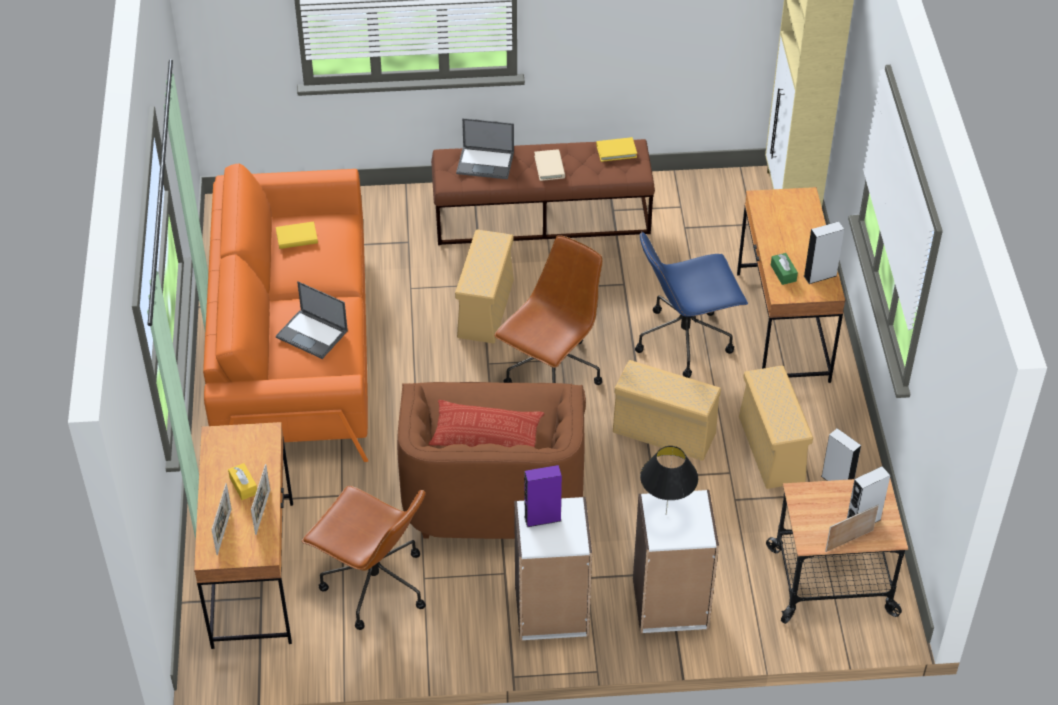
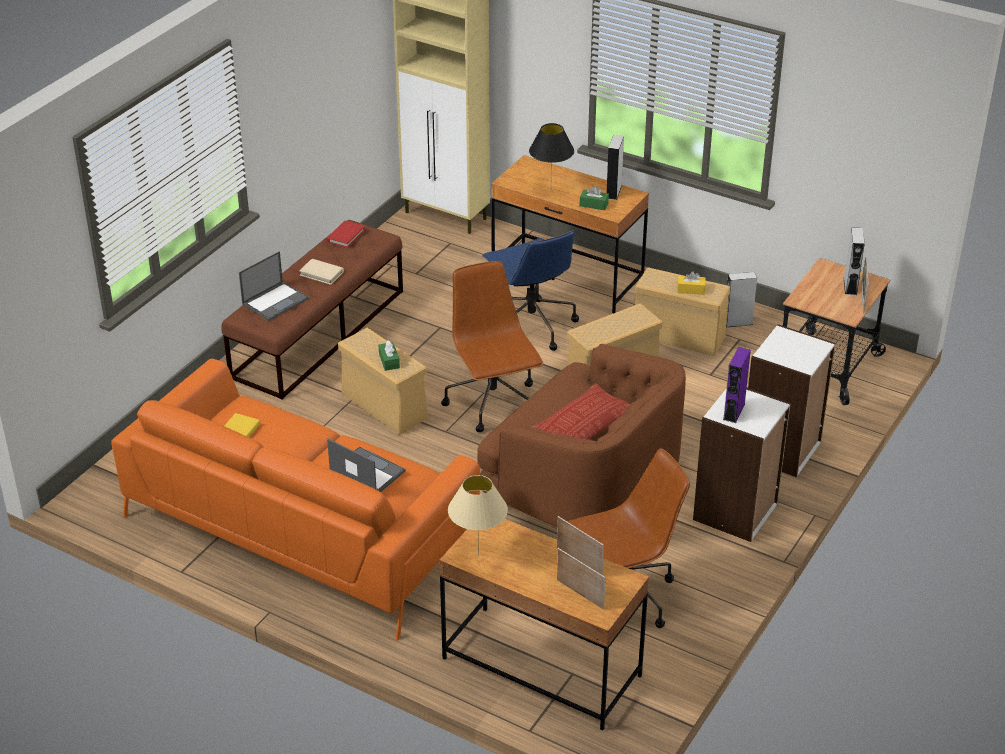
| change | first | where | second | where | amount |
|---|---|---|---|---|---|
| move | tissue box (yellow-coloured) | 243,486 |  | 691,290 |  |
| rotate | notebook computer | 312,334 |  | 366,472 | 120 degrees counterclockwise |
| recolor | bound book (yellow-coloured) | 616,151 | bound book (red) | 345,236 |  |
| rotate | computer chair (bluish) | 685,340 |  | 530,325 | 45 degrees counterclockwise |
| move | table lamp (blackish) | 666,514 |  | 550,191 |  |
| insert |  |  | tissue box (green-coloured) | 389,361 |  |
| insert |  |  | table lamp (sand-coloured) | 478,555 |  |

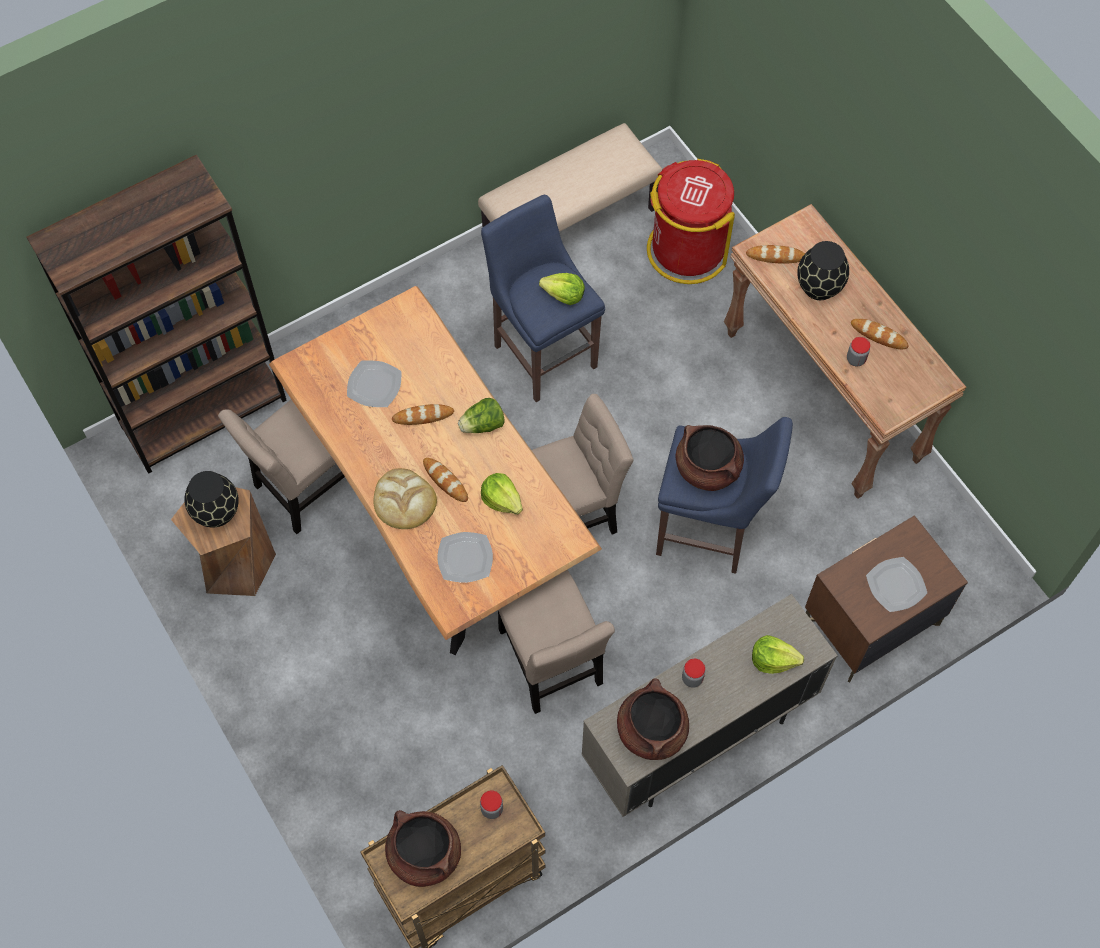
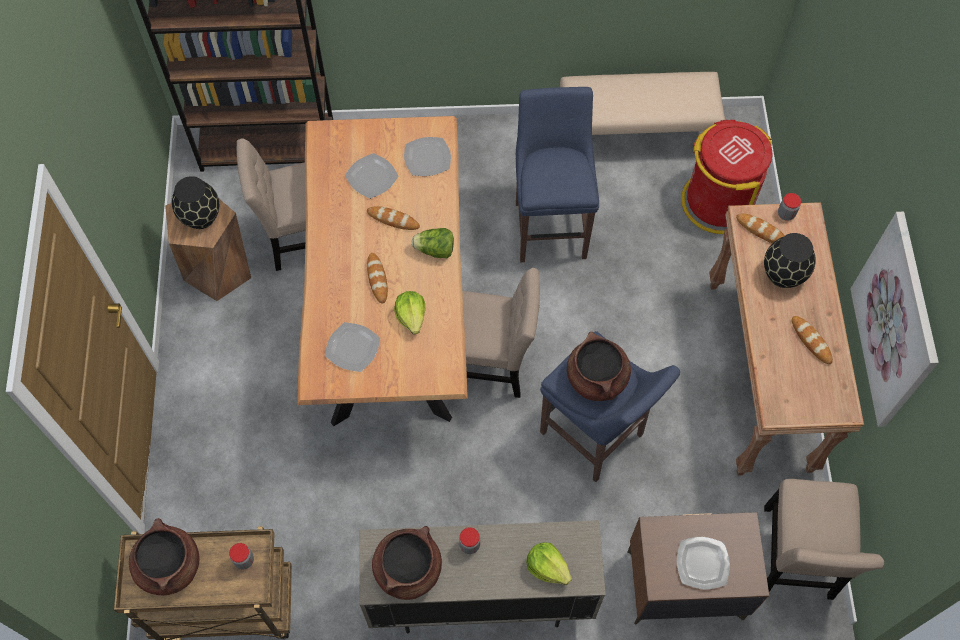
| change | first | where | second | where | amount |
|---|---|---|---|---|---|
| delete | bread | 404,501 |  |  |  |
| move | chair (sand-coloured) | 551,663 |  | 796,558 |  |
| delete | head of lettuce | 564,295 |  |  |  |
| move | preserve jar | 856,359 |  | 786,214 |  |
| insert |  |  | plate | 428,158 |  |
| insert |  |  | wall art | 895,322 |  |

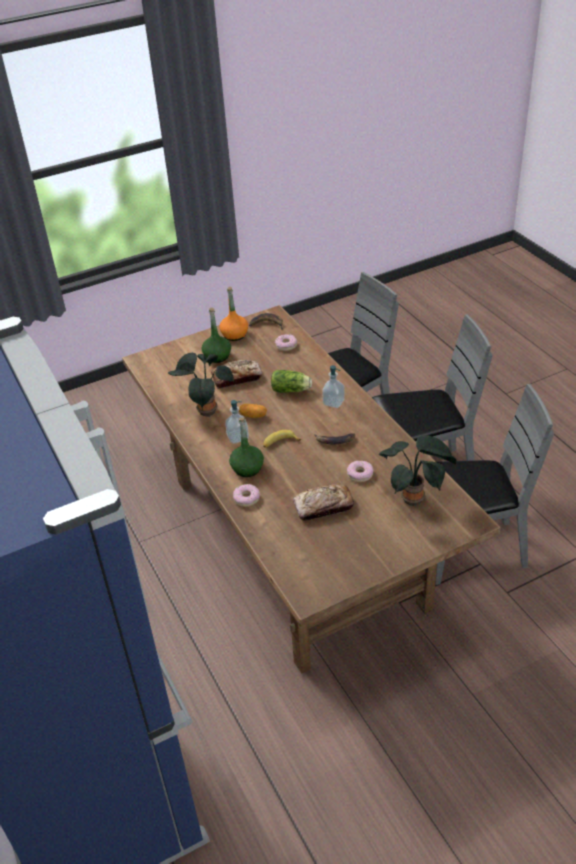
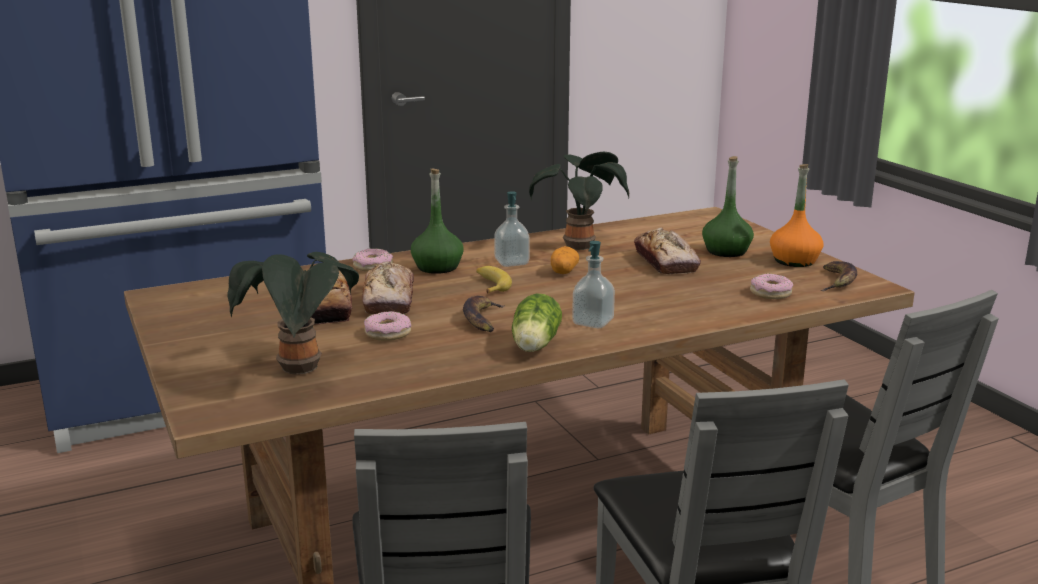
| change | first | where | second | where | amount |
|---|---|---|---|---|---|
| move | head of lettuce | 292,390 |  | 534,346 |  |
| insert |  |  | bread | 389,300 |  |

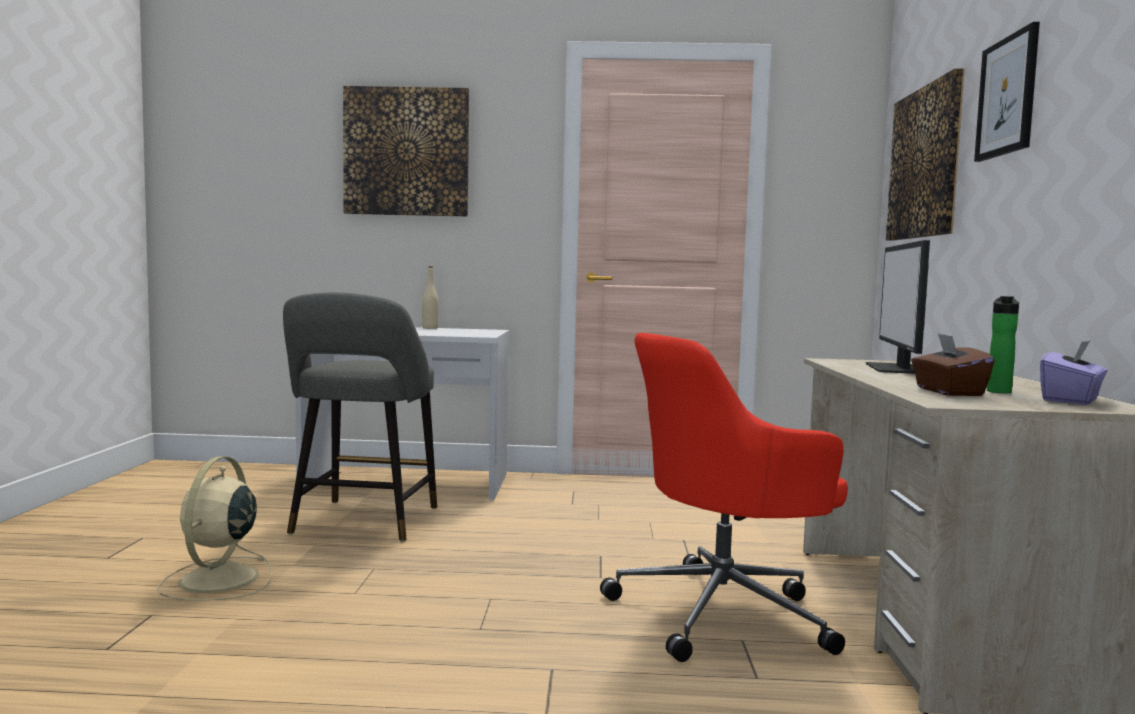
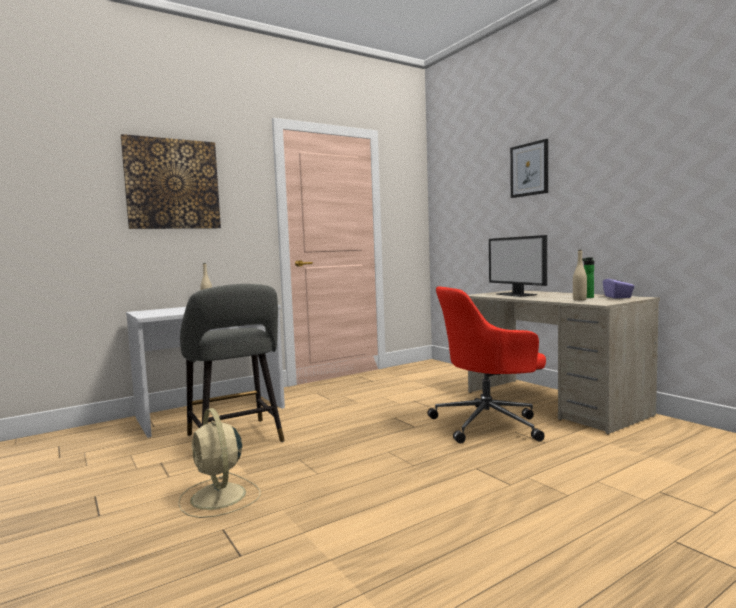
| change | first | where | second | where | amount |
|---|---|---|---|---|---|
| rotate | computer chair (red) | 724,612 |  | 488,424 | 45 degrees clockwise |
| delete | wall art | 925,163 |  |  |  |
| replace | tissue box (brown) | 948,392 | drink bottle (sand-coloured) | 579,300 |  |

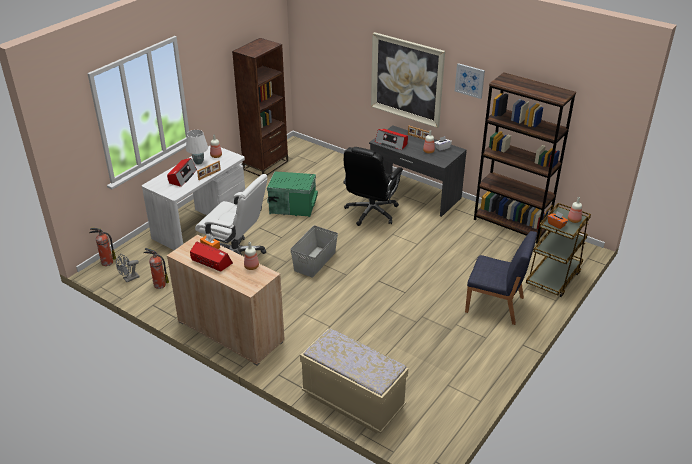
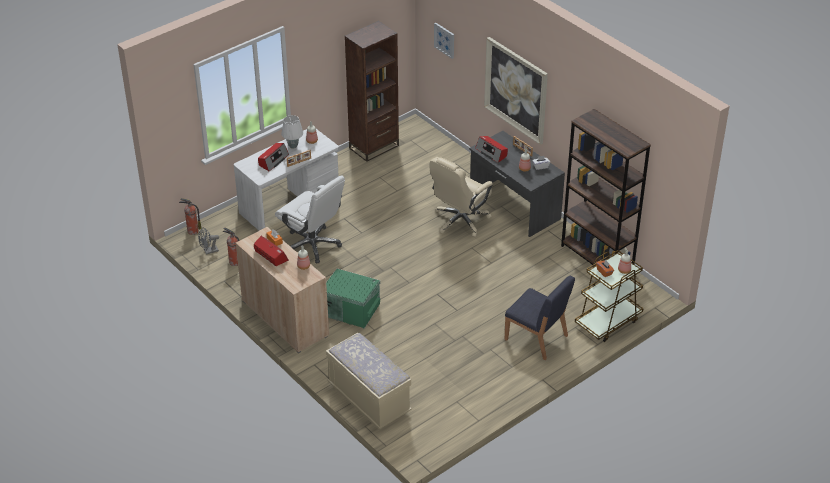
| change | first | where | second | where | amount |
|---|---|---|---|---|---|
| move | storage bin (green-coloured) | 292,205 |  | 351,309 |  |
| delete | storage bin (greyish) | 314,261 |  |  |  |
| recolor | computer chair (blackish) | 371,213 | computer chair (sand-coloured) | 460,220 |  |
| move | wall art | 470,80 |  | 444,40 |  |

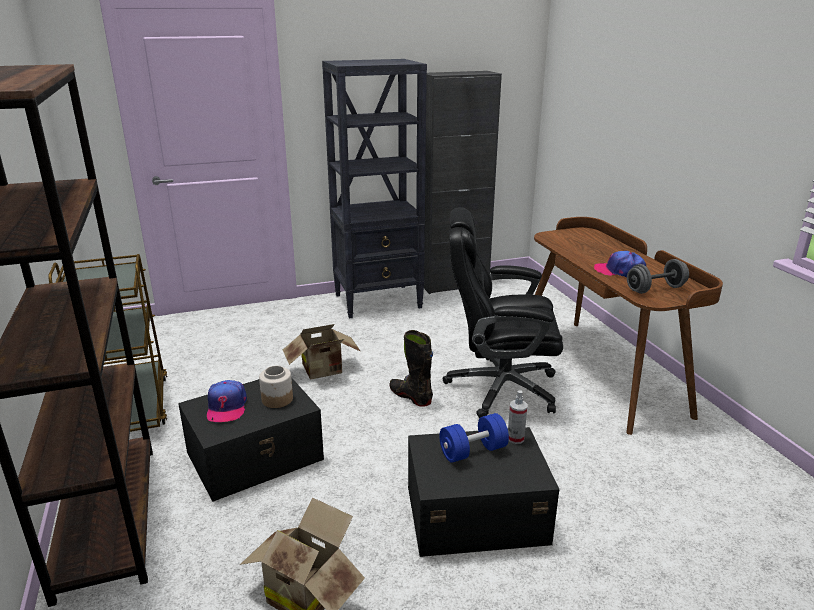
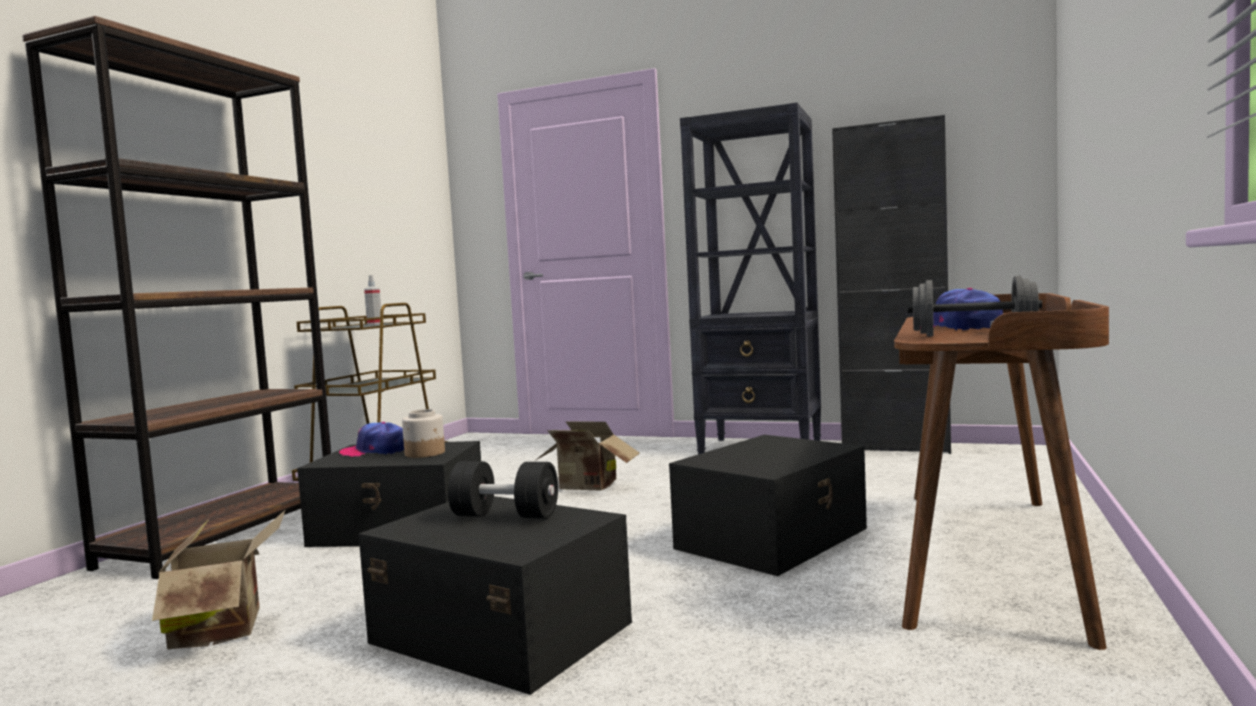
| change | first | where | second | where | amount |
|---|---|---|---|---|---|
| rotate | baseball cap | 226,407 |  | 376,451 | 60 degrees clockwise |
| delete | high-top boot (blackish) | 411,396 |  |  |  |
| recolor | free weight (bluish) | 473,451 | free weight (blackish) | 505,516 |  |
| replace | computer chair (blackish) | 499,388 | storage bin (blackish) | 773,538 |  |
| move | spray bottle | 515,438 |  | 374,324 |  |

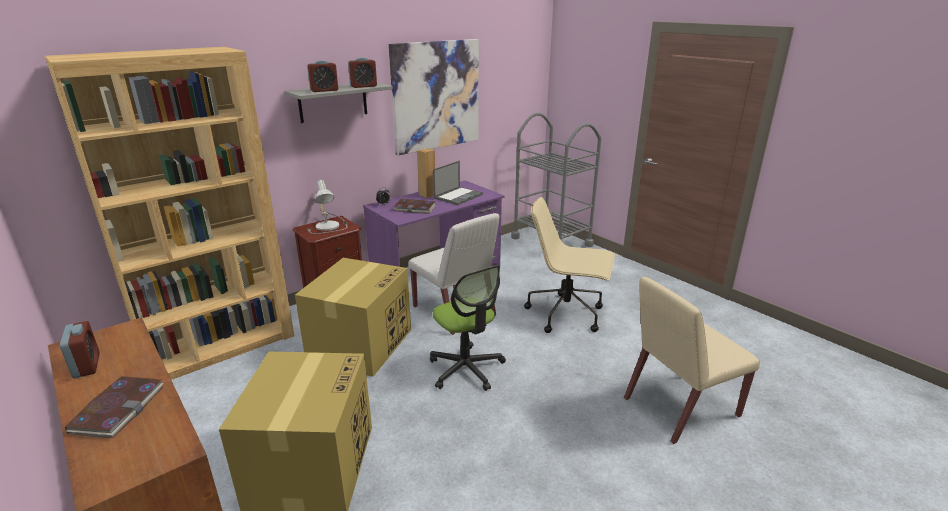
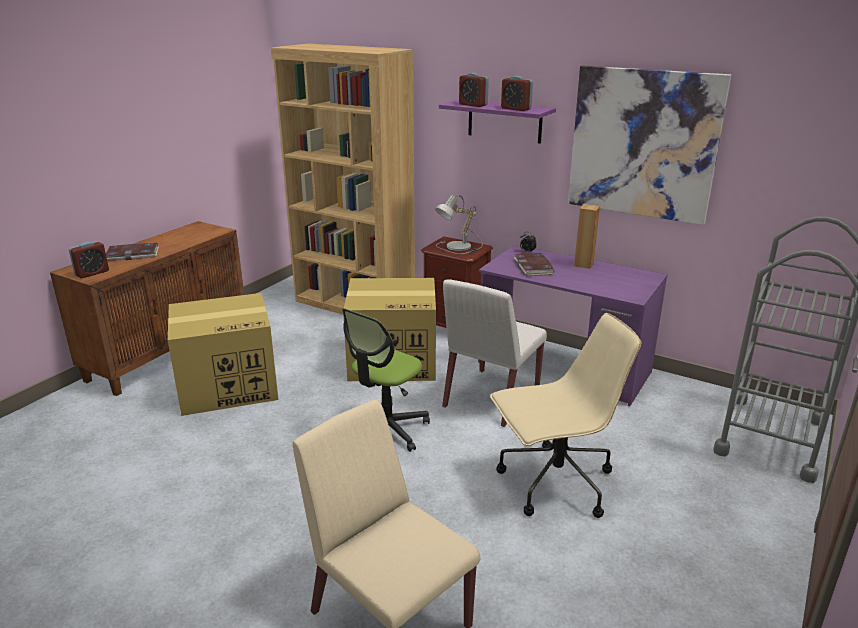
| change | first | where | second | where | amount |
|---|---|---|---|---|---|
| move | table clock | 87,366 |  | 92,273 |  |
| recolor | bracket shelf (greyish) | 333,102 | bracket shelf (purplish) | 504,121 |  |
| delete | notebook computer | 458,196 |  |  |  |
| rotate | computer chair (sand-coloured) | 567,314 |  | 554,484 | 75 degrees clockwise |

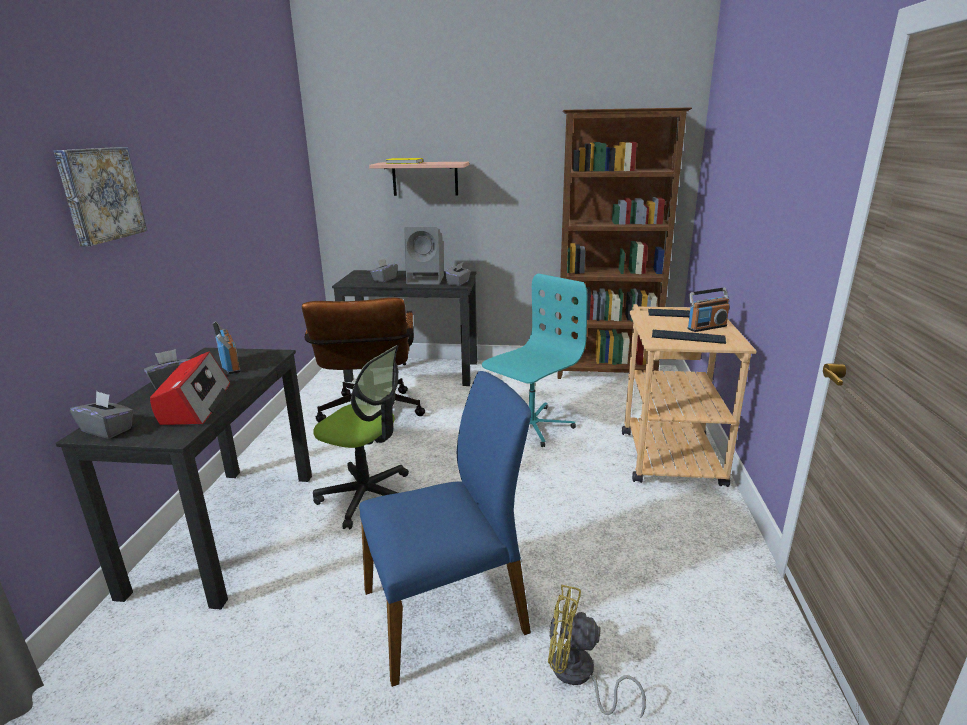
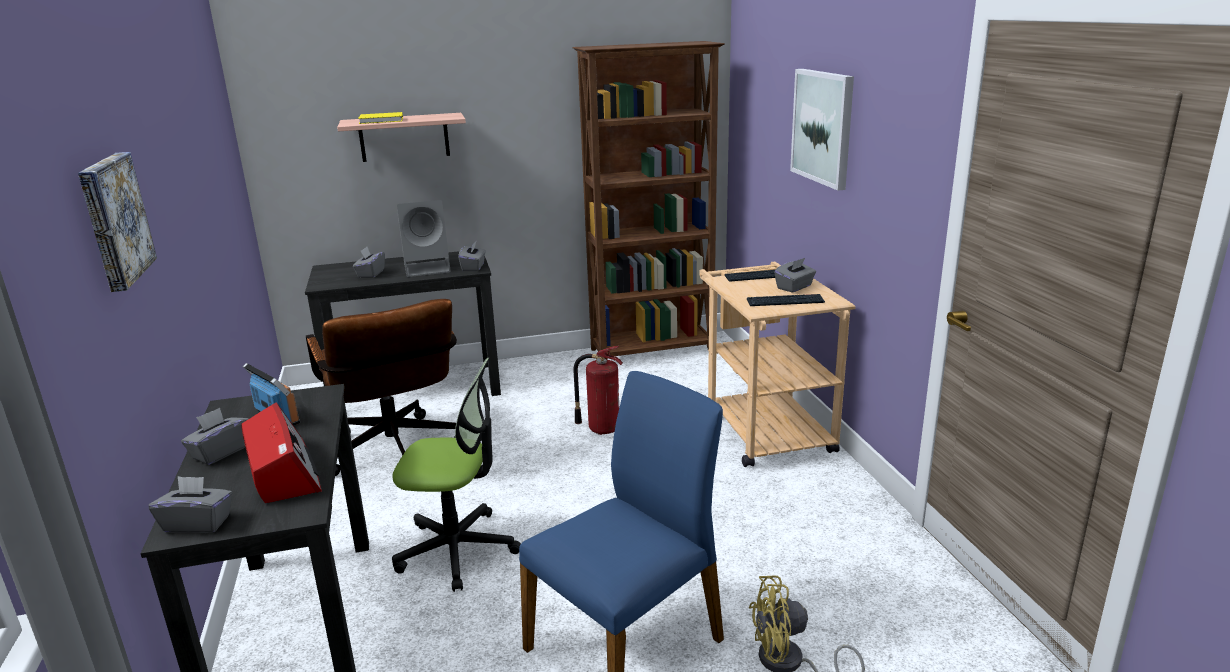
| change | first | where | second | where | amount |
|---|---|---|---|---|---|
| replace | computer chair (turquoise-coloured) | 530,426 | extinguisher | 602,428 |  |
| replace | radio set | 706,327 | tissue box (greyish) | 794,287 |  |
| insert |  |  | wall art | 823,127 |  |

